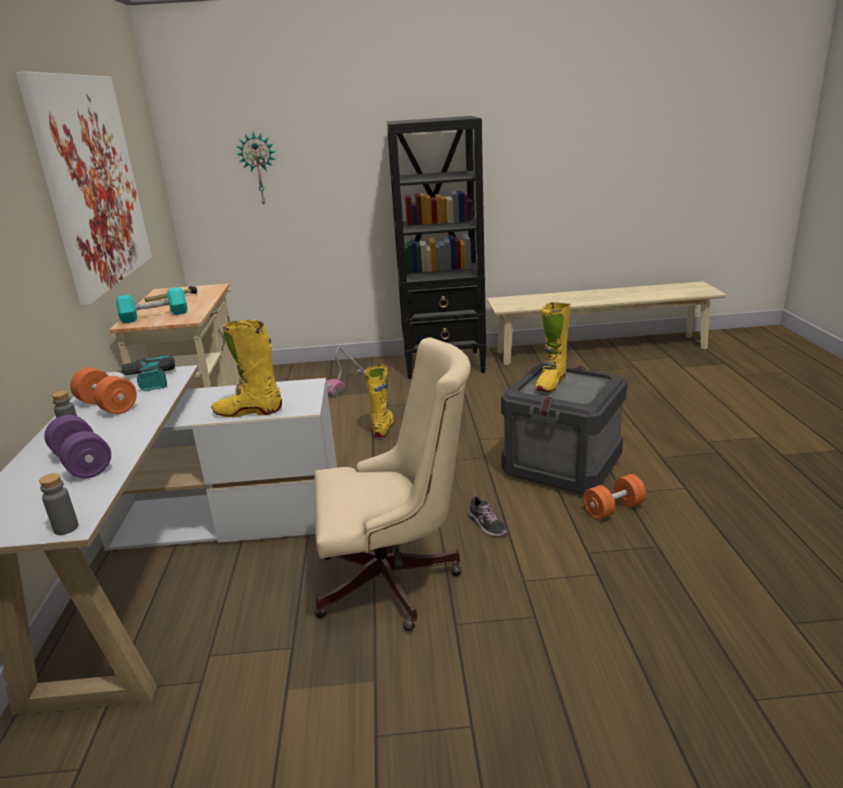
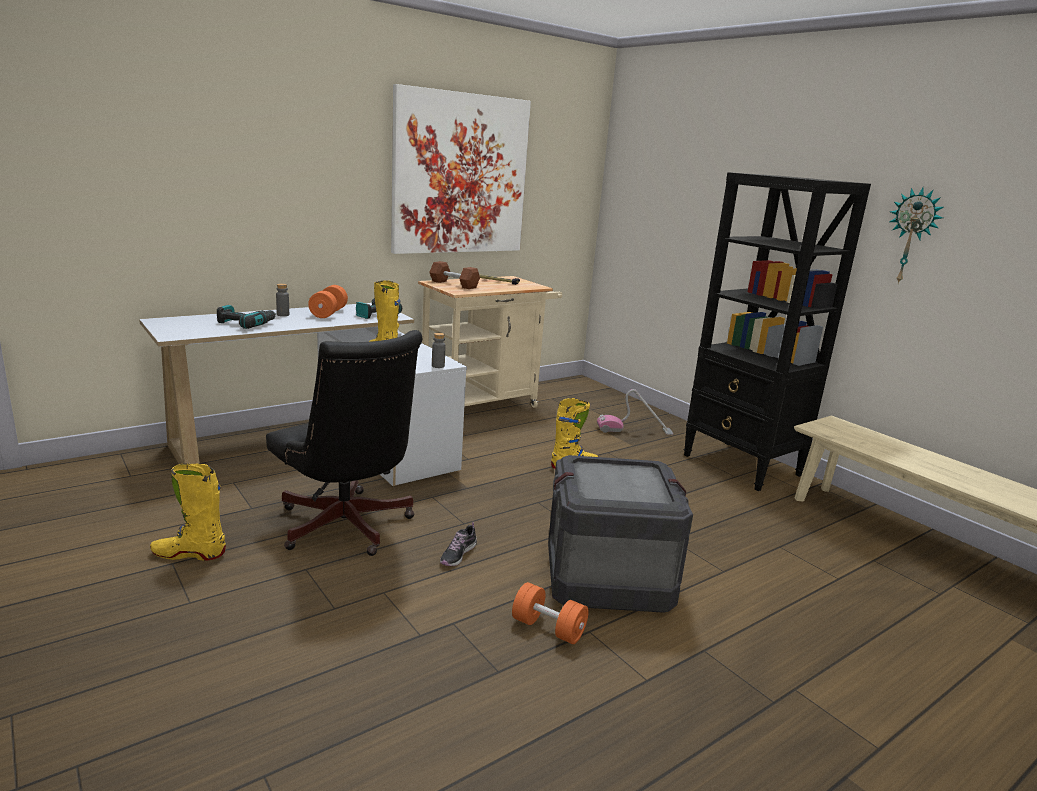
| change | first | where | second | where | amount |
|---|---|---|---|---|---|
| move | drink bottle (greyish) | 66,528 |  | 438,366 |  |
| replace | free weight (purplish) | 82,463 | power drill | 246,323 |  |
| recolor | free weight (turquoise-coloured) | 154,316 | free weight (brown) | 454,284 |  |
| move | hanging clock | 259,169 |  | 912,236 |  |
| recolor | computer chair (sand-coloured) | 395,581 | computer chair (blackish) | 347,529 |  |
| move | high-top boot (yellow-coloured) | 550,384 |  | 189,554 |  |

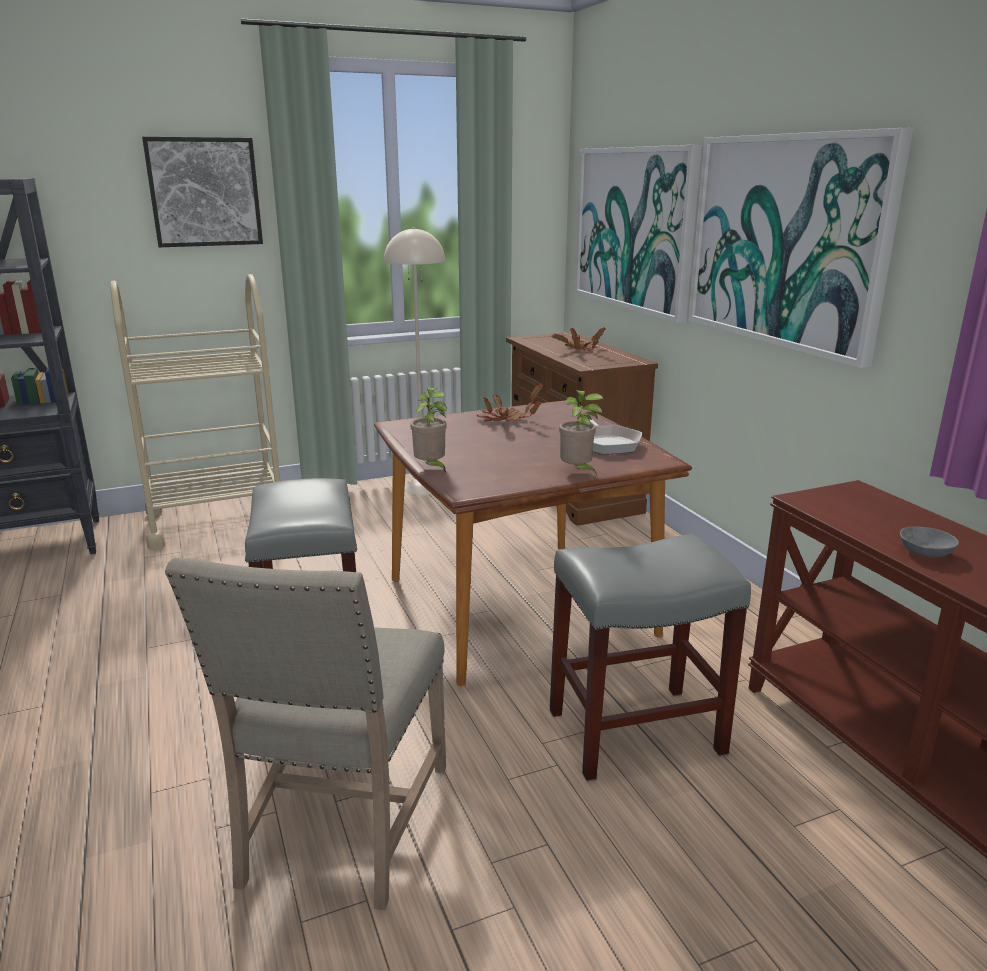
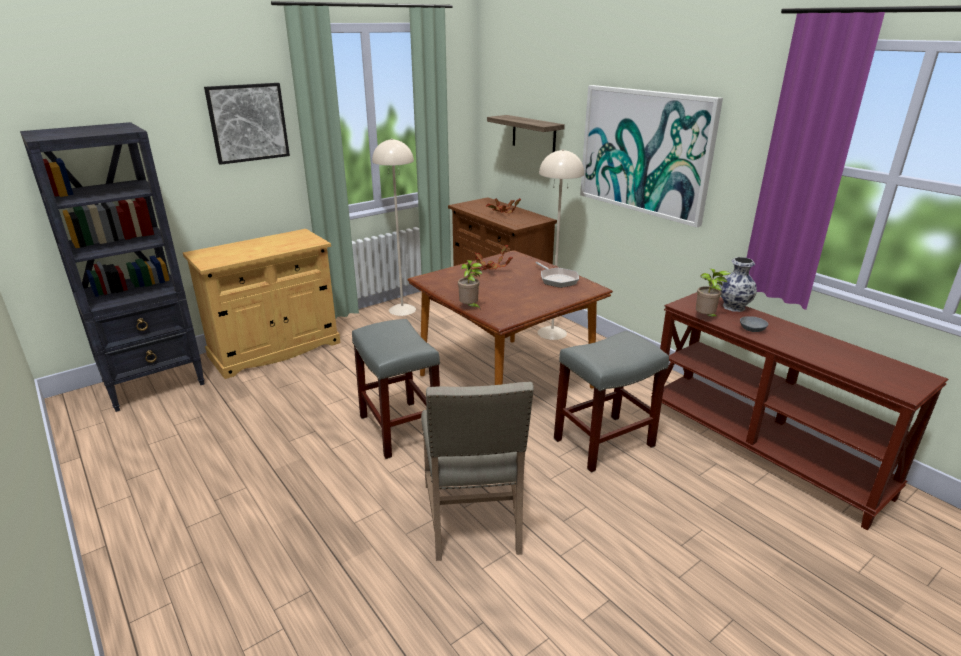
| change | first | where | second | where | amount |
|---|---|---|---|---|---|
| replace | trolley (sand-coloured) | 217,520 | cupboard (sand-coloured) | 275,349 |  |
| move | potted plant | 577,472 |  | 706,318 |  |
| replace | wall art | 633,229 | bracket shelf | 534,134 |  |
| insert |  |  | floor lamp (sand-coloured) | 552,332 |  |
| insert |  |  | vase | 733,307 |  |

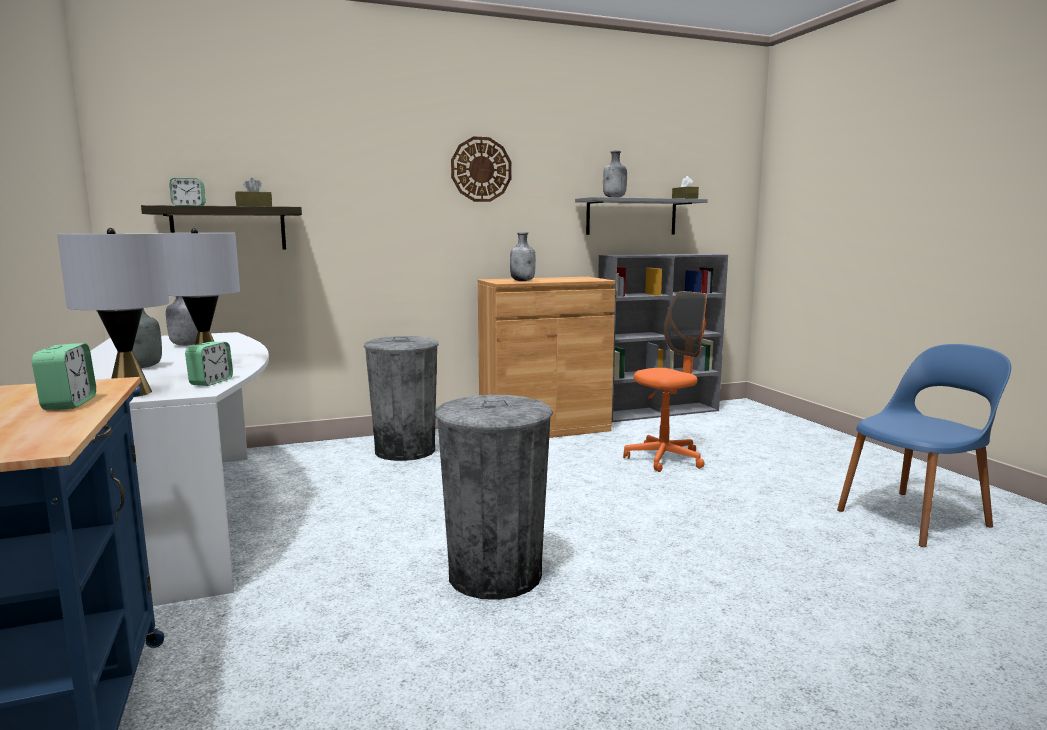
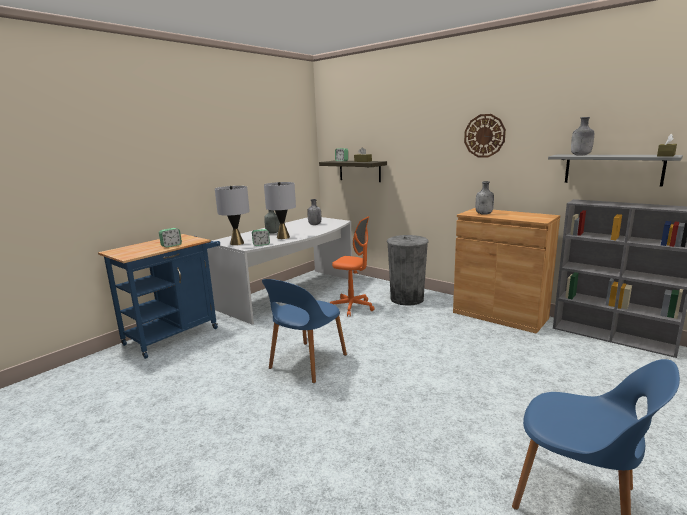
| change | first | where | second | where | amount |
|---|---|---|---|---|---|
| replace | trash can (greyish) | 495,575 | chair (bluish) | 307,362 |  |
| move | computer chair (orange) | 664,459 |  | 352,307 |  |

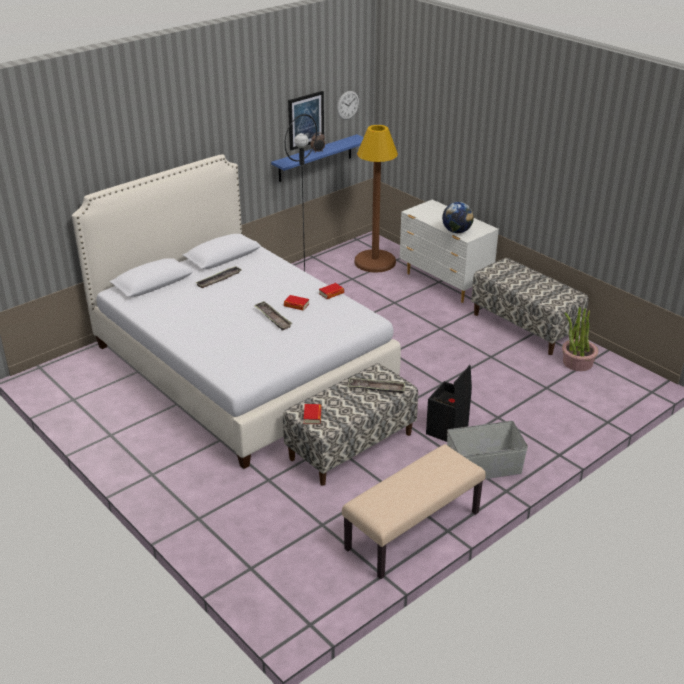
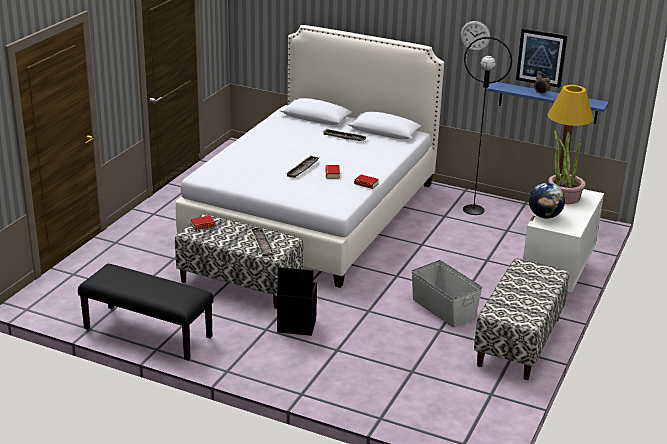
| change | first | where | second | where | amount |
|---|---|---|---|---|---|
| move | hanging clock | 348,105 |  | 475,35 |  |
| recolor | bench (sand-coloured) | 413,531 | bench (blackish) | 147,333 |  |
| move | storage bin (greyish) | 484,468 |  | 443,309 |  |
| move | potted plant | 577,362 |  | 564,197 |  |

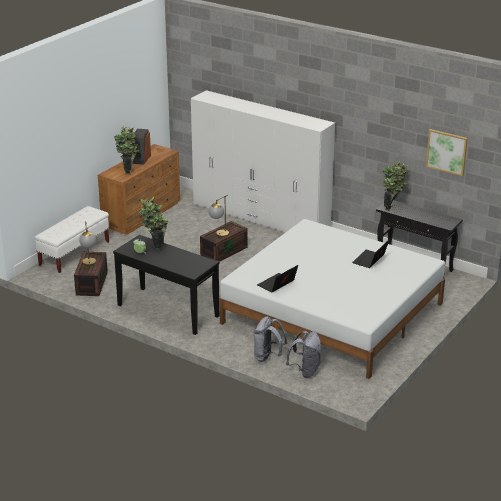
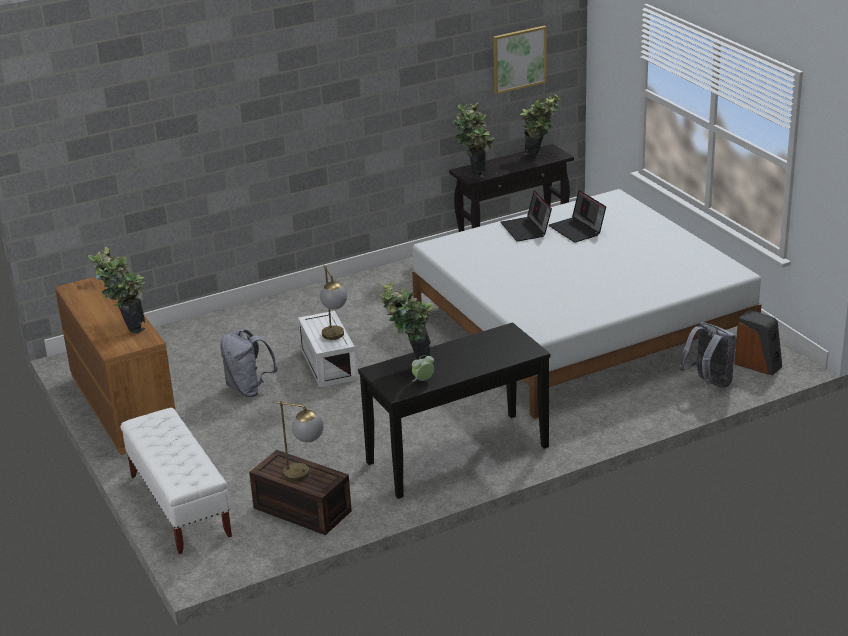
| change | first | where | second | where | amount |
|---|---|---|---|---|---|
| move | loudspeaker | 141,159 |  | 758,364 |  |
| delete | wardrobe (white-coloured) | 260,218 |  |  |  |
| recolor | storage bin (brown) | 224,251 | storage bin (white-coloured) | 327,364 |  |
| move | rucksack (greyish) | 268,357 |  | 249,389 |  |
| move | notebook computer | 277,284 |  | 526,229 |  |
| insert |  |  | potted plant | 541,157 |  |

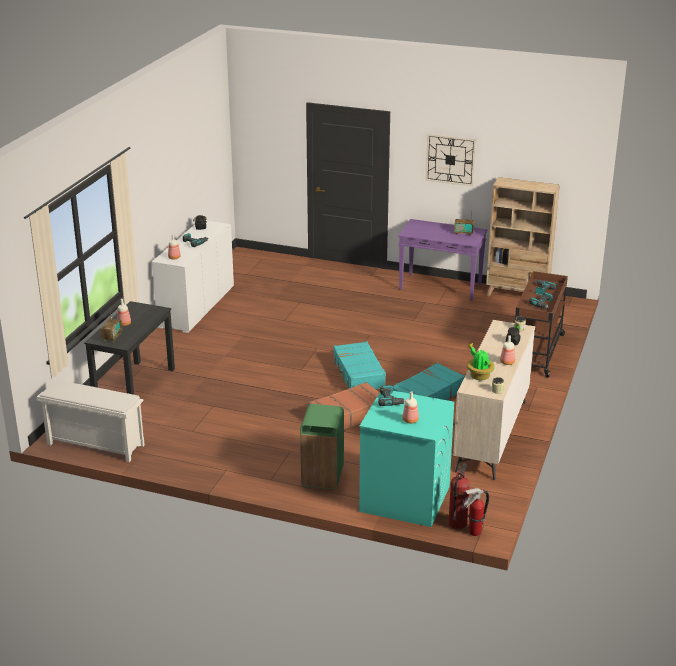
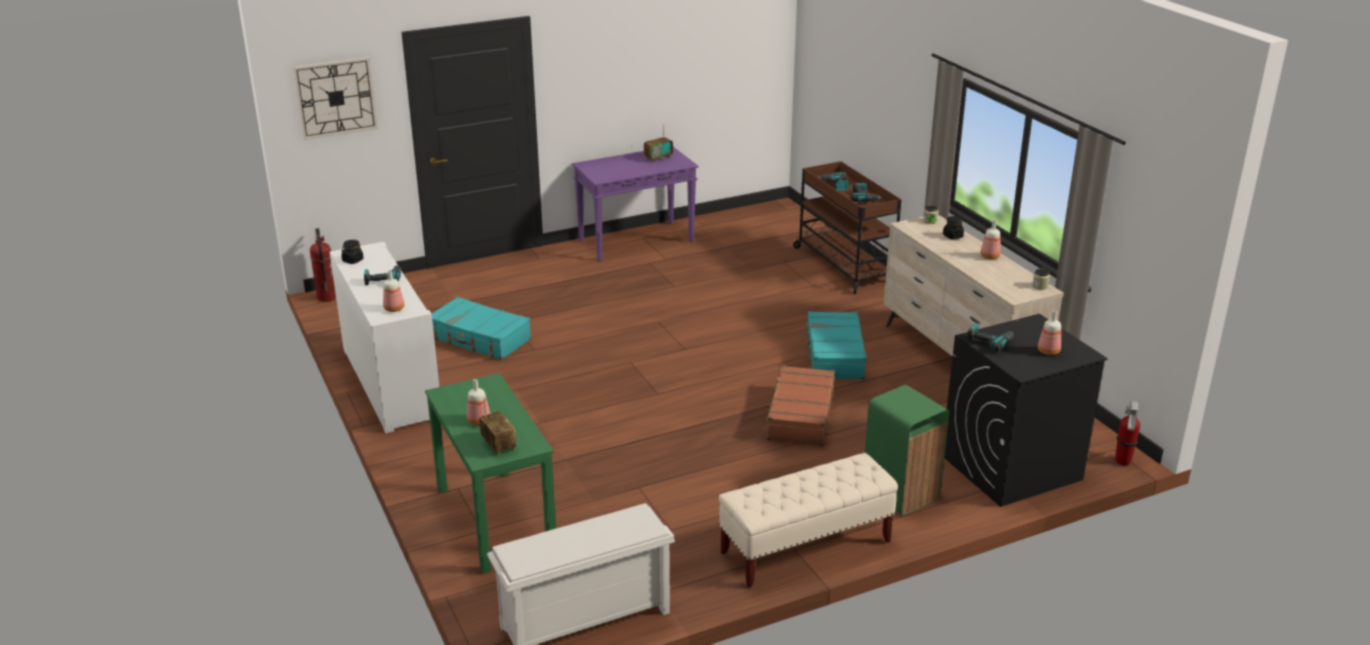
| change | first | where | second | where | amount |
|---|---|---|---|---|---|
| recolor | desk (blackish) | 135,386 | desk (green-coloured) | 495,518 |  |
| move | suitcase (turquoise-coloured) | 358,374 |  | 479,339 |  |
| recolor | washing machine (turquoise-coloured) | 404,499 | washing machine (blackish) | 1010,468 |  |
| move | hanging clock | 450,159 |  | 336,98 |  |
| move | extinguisher | 457,523 |  | 327,297 |  |
| delete | potted plant | 479,375 |  |  |  |
| delete | shelving unit (sand-coloured) | 517,295 |  |  |  |
| insert |  |  | bench (sand-coloured) | 805,548 |  |

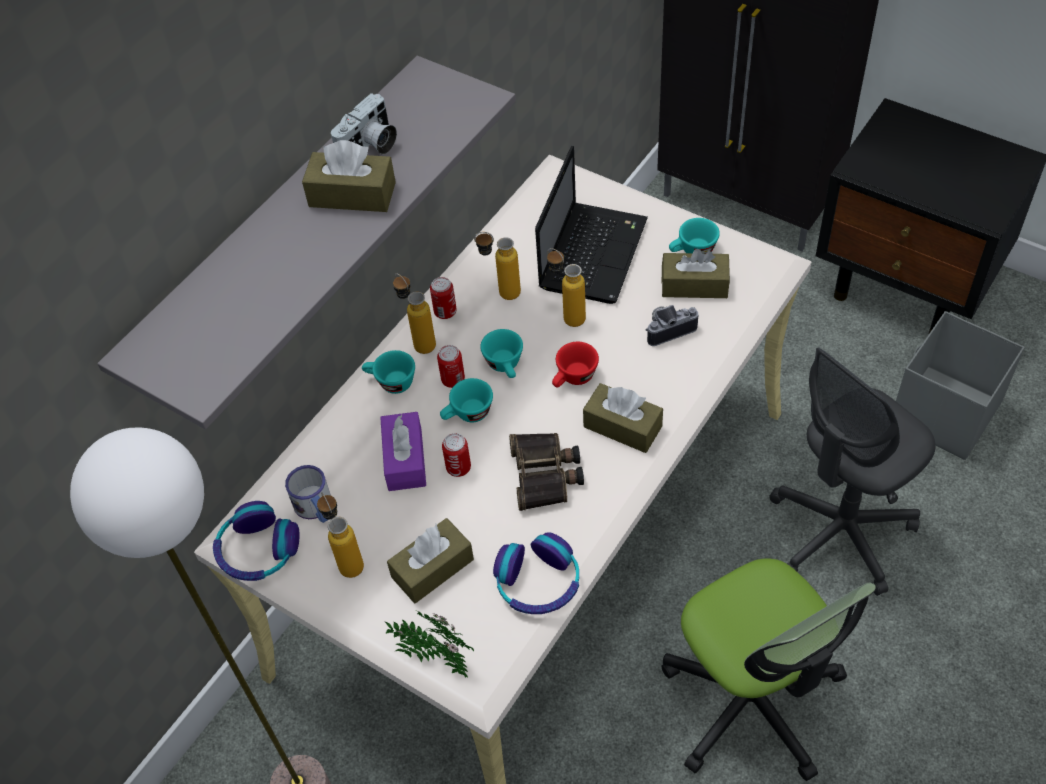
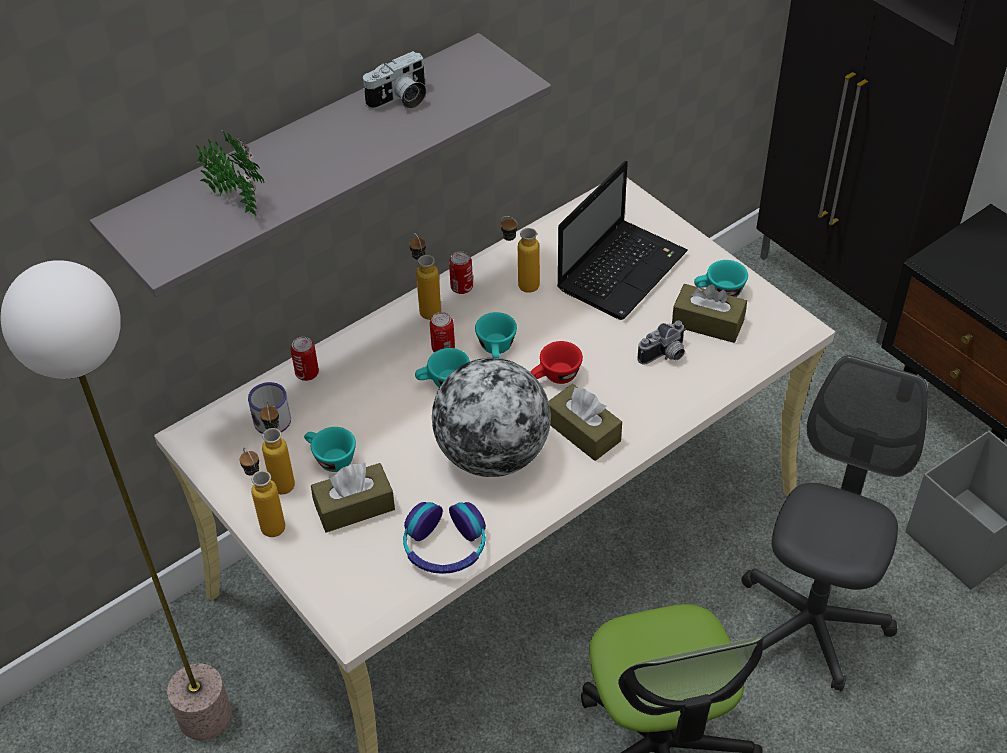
| change | first | where | second | where | amount |
|---|---|---|---|---|---|
| delete | headphones | 258,550 |  |  |  |
| delete | tissue box (brown) | 352,194 |  |  |  |
| move | drinking cup (turquoise-coloured) | 390,382 |  | 330,459 |  |
| delete | tissue box (purplish) | 405,459 |  |  |  |
| move | potted plant | 434,658 |  | 236,199 |  |
| move | can | 458,468 |  | 307,373 |  |
| replace | field glasses | 546,474 | world globe | 493,454 |  |
| move | drink bottle | 567,315 |  | 268,521 |  |
| rotate | still camera | 668,328 |  | 665,356 | 150 degrees clockwise |
| rotate | computer chair (greyish) | 840,533 |  | 811,623 | 135 degrees clockwise |

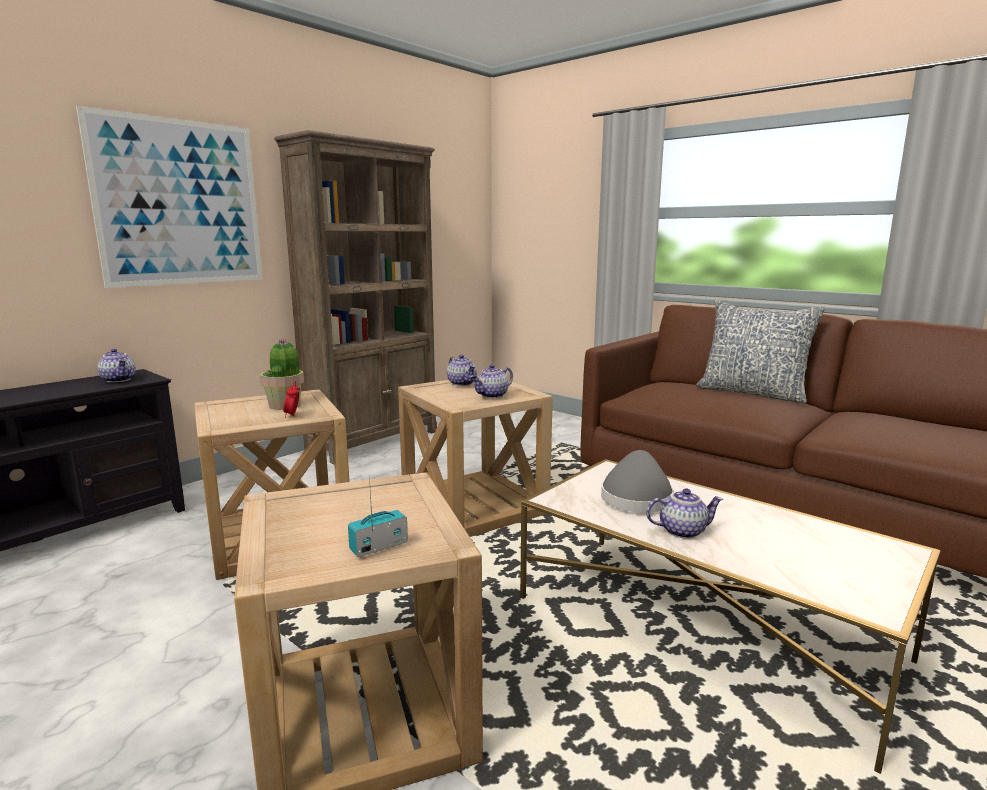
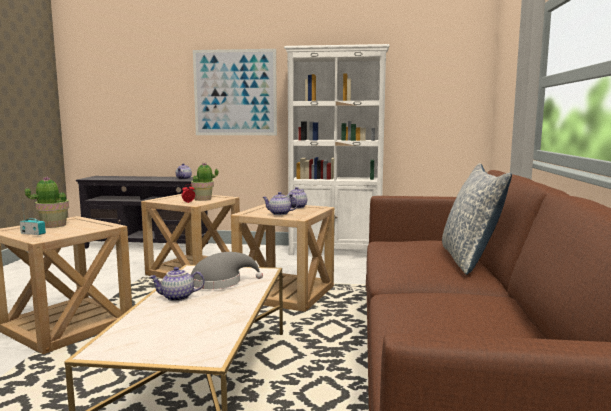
| change | first | where | second | where | amount |
|---|---|---|---|---|---|
| recolor | shelving unit (brown) | 374,441 | shelving unit (white-coloured) | 335,252 |  |
| rotate | teapot | 682,531 |  | 177,297 | 120 degrees clockwise |
| insert |  |  | potted plant | 53,225 |  |

